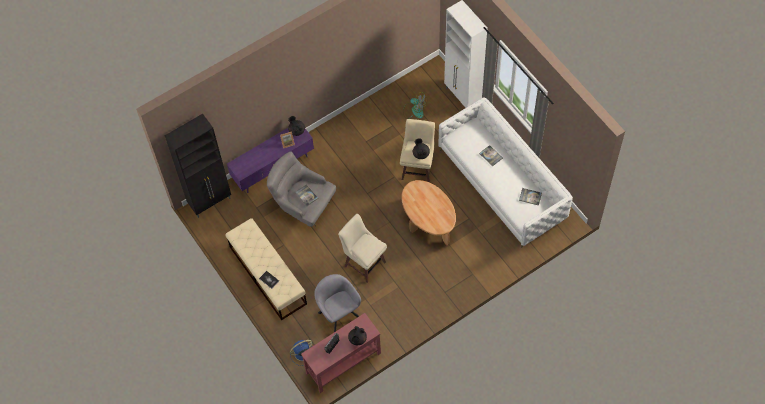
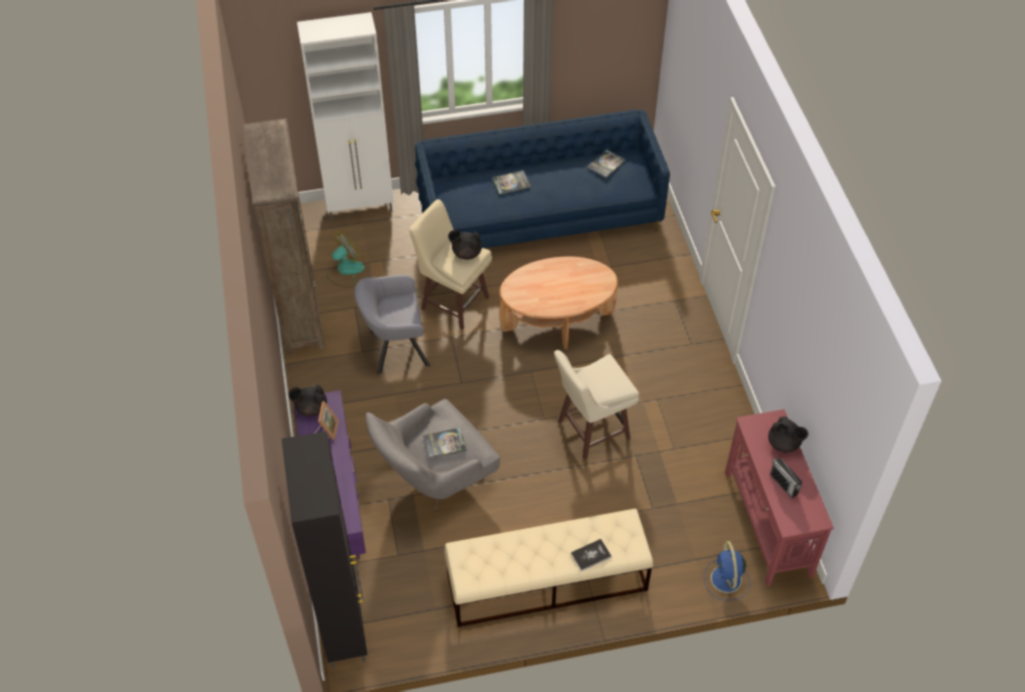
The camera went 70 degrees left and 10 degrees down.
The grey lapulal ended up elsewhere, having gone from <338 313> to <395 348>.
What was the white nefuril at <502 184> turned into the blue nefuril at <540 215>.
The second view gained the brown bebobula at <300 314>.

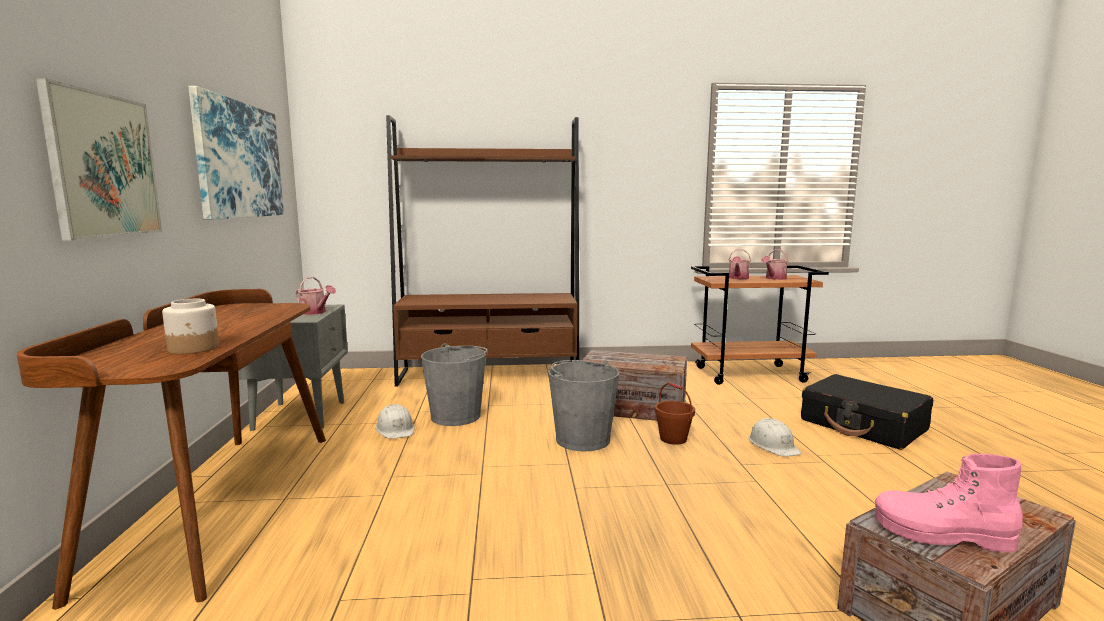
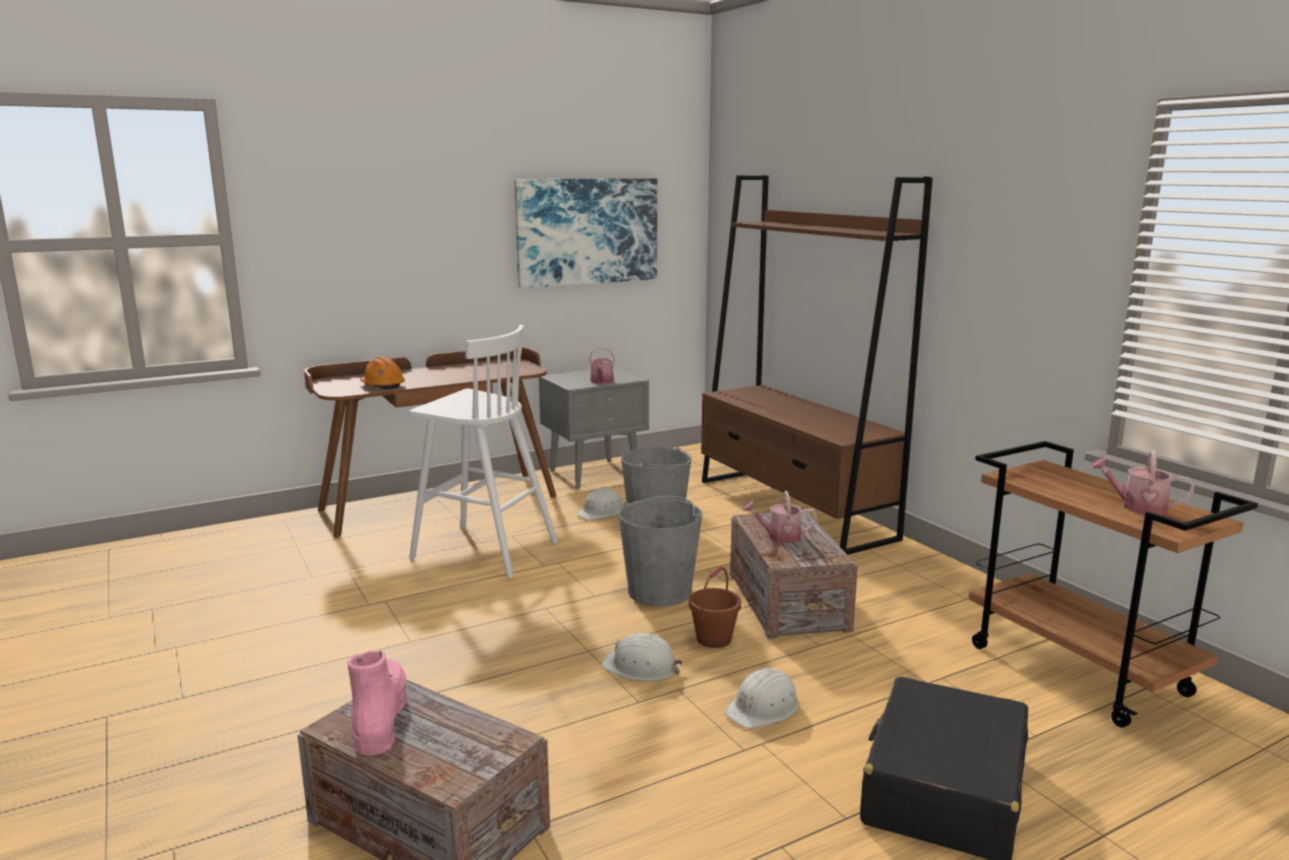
The camera went 65 degrees right and 5 degrees up.
The second view lost the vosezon at <103 165>.
Where the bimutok stood at <194 348>, the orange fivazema came to stand at <383 385>.
The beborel ended up elsewhere, having gone from <738 278> to <779 537>.
The second view gained the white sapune at <482 550>.
The second view gained the white fivazema at <641 667>.

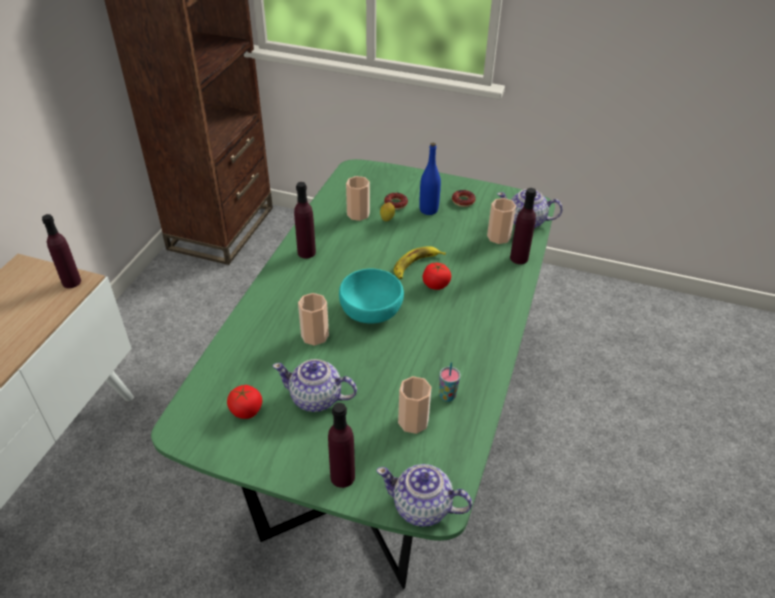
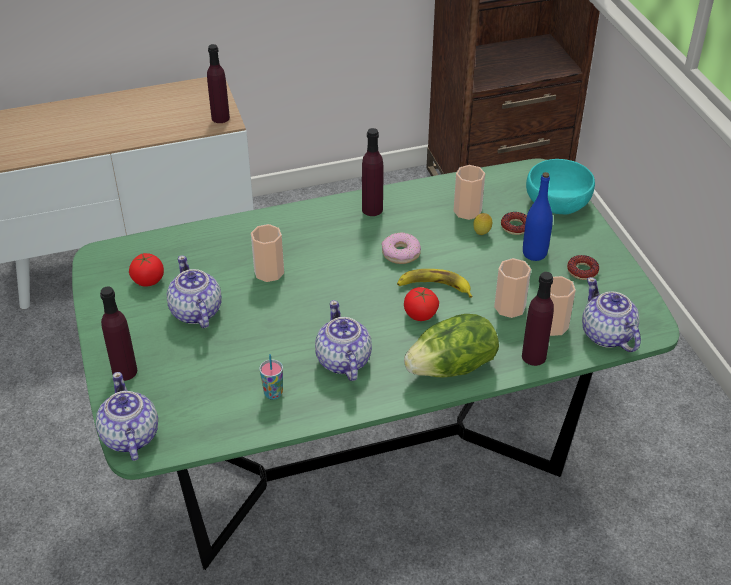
The camera went 55 degrees right and 0 degrees up.
The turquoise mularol ended up elsewhere, having gone from <370 309> to <557 202>.
The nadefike ended up elsewhere, having gone from <413 421> to <509 307>.
The second view gained the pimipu at <343 361>.
The second view gained the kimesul at <401 253>.
The second view gained the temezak at <453 367>.

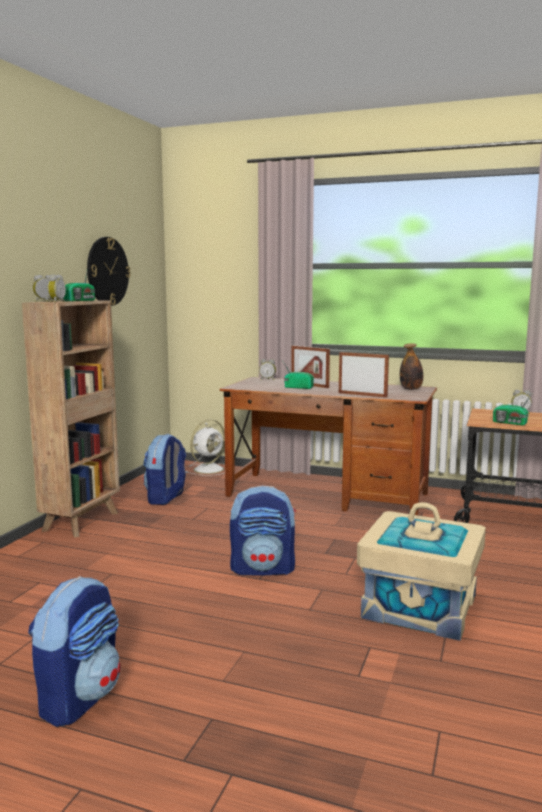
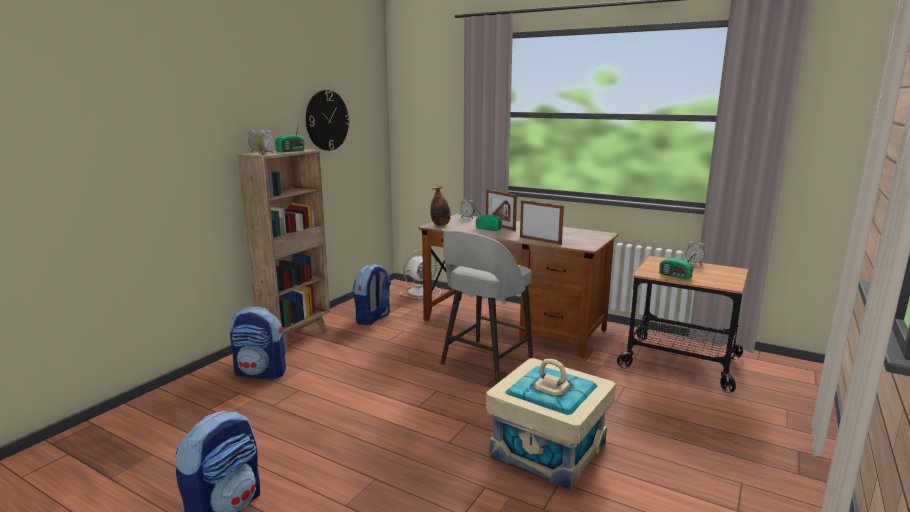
The camera went 10 degrees right and 5 degrees up.
The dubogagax ended up elsewhere, having gone from <263 569> to <261 372>.
The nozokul ended up elsewhere, having gone from <411 389> to <440 225>.
The second view gained the grey sapune at <485 361>.

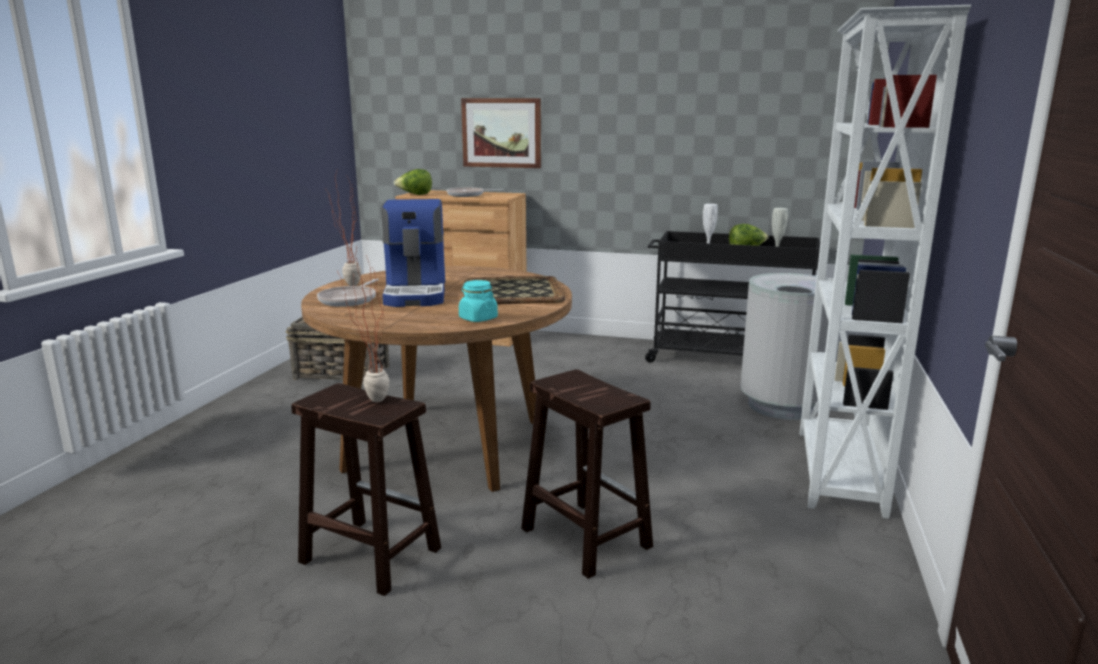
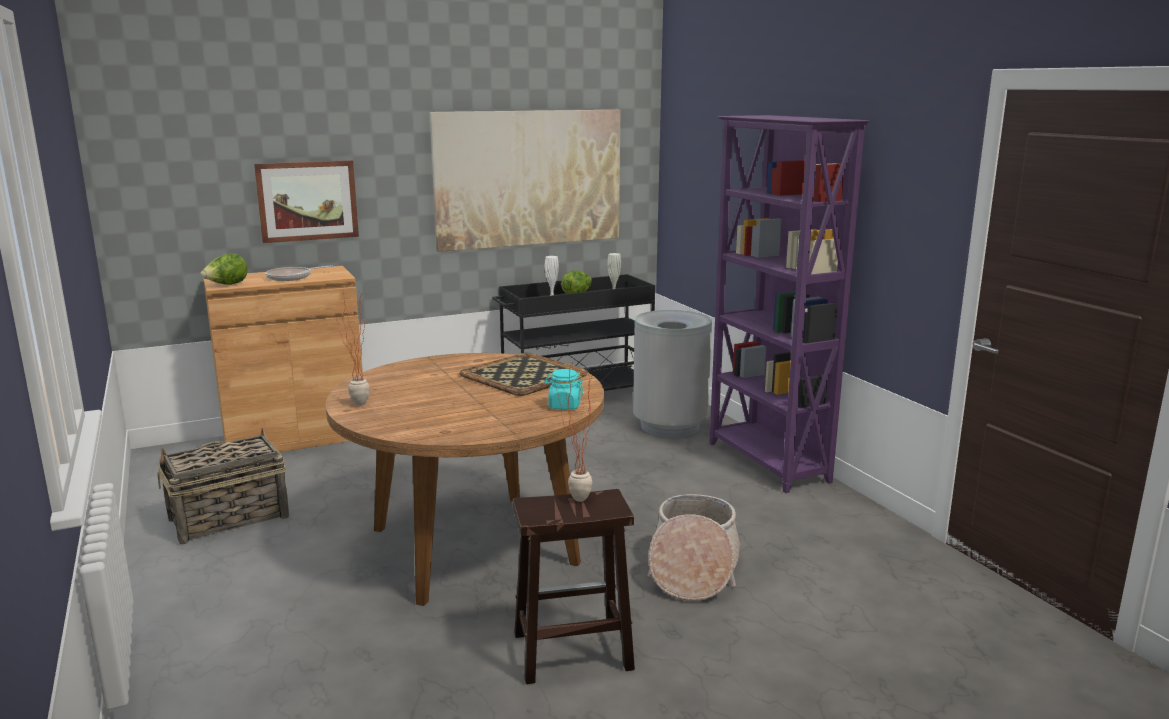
The camera went 40 degrees left and 0 degrees up.
The second view lost the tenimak at <350 300>.
The second view lost the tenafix at <417 293>.
Where the brown sapune stood at <584 537>, the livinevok came to stand at <693 568>.
What was the white bebobula at <837 471> turned into the purple bebobula at <767 463>.
The second view gained the vosezon at <529 178>.

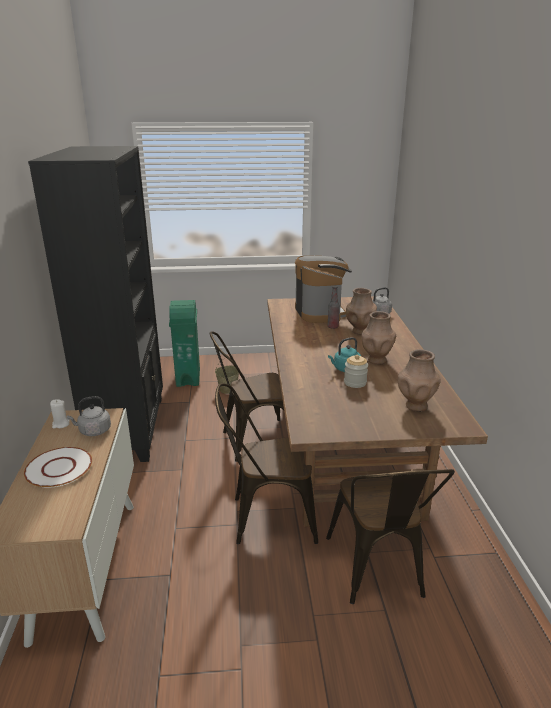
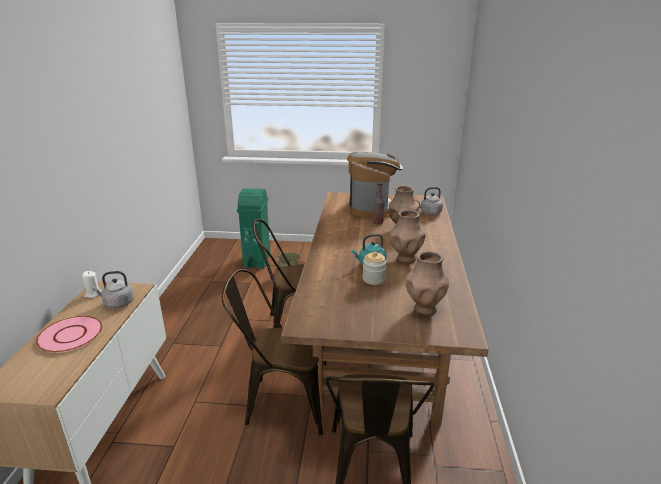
The camera went 10 degrees right and 0 degrees up.
What was the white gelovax at <59 468> turned into the pink gelovax at <70 335>.
The second view lost the black bebobula at <129 428>.

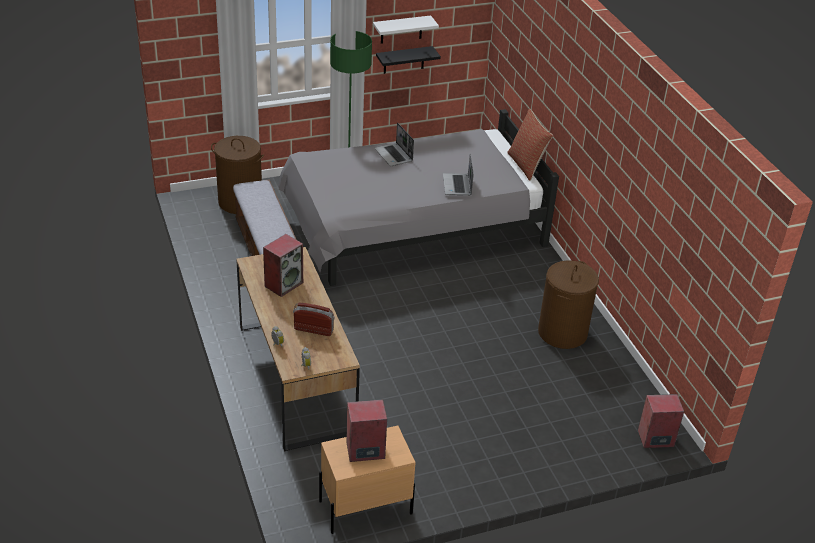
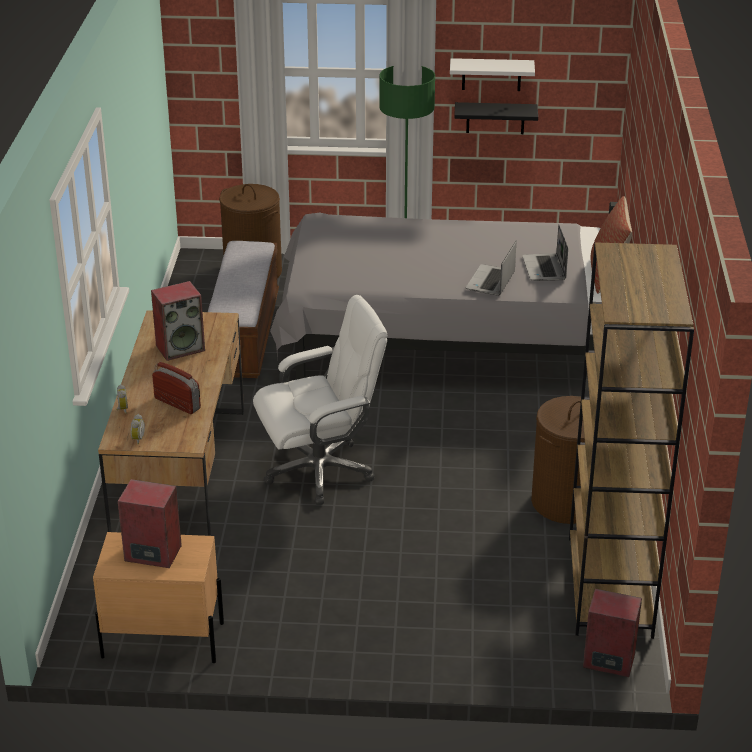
The camera went 25 degrees right and 5 degrees down.
The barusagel ended up elsewhere, having gone from <394 155> to <545 269>.
The second view gained the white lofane at <320 470>.
The second view gained the brown bebobula at <610 587>.

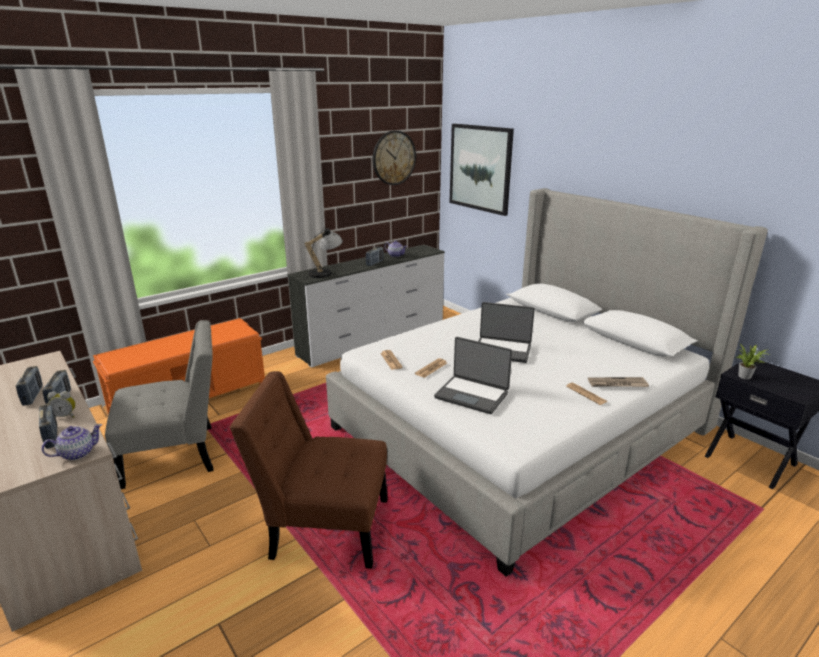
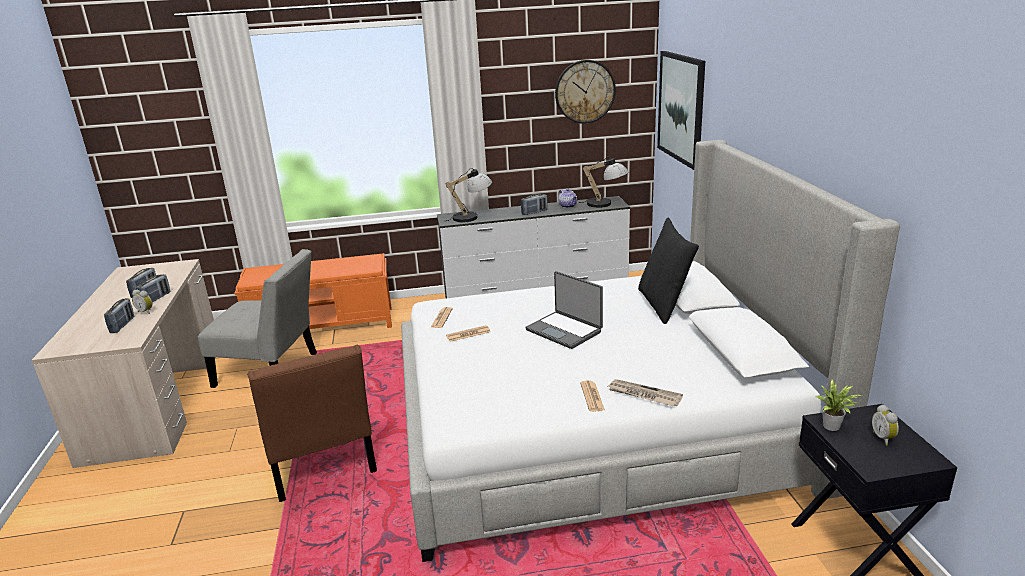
The camera went 30 degrees right and 0 degrees up.
The second view lost the pimipu at <77 453>.
The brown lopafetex at <323 526> ended up facing another way, 150 degrees counterclockwise from before.
The second view lost the barusagel at <472 395>.
The second view gained the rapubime at <605 204>.
The second view gained the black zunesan at <663 305>.
The second view gained the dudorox at <883 438>.

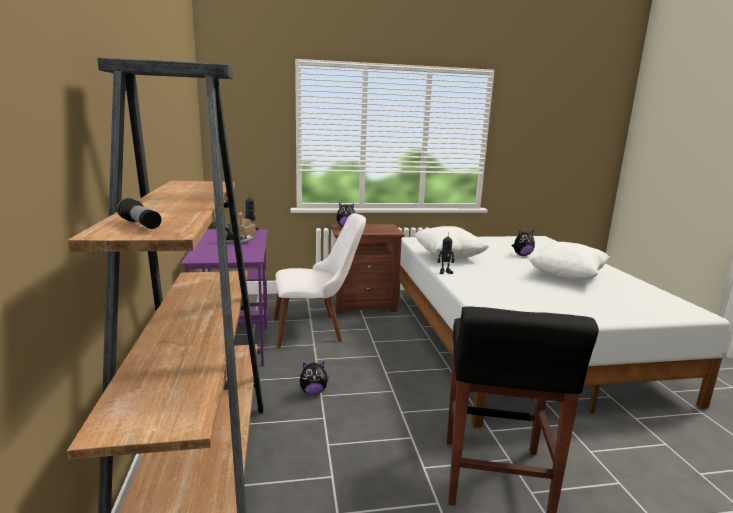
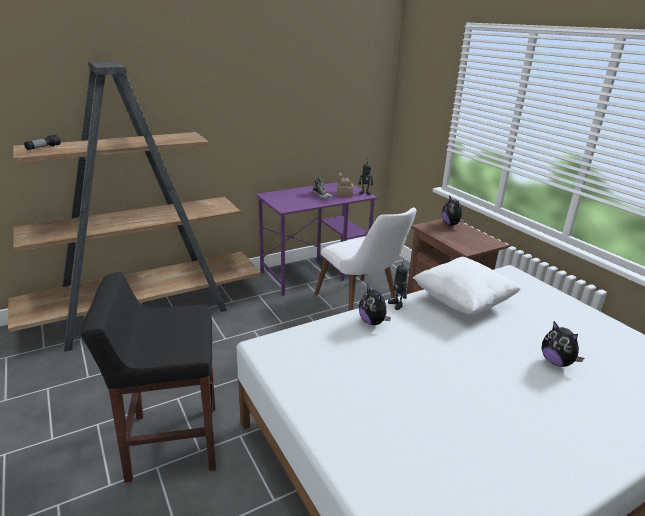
The camera went 70 degrees right and 10 degrees up.
The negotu ended up elsewhere, having gone from <313 392> to <373 322>.
The second view lost the white zunesan at <566 276>.

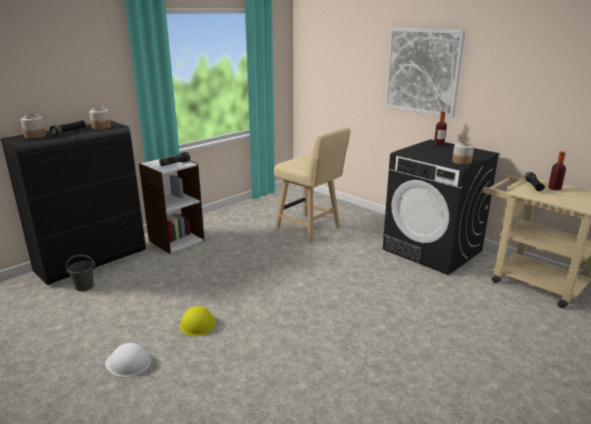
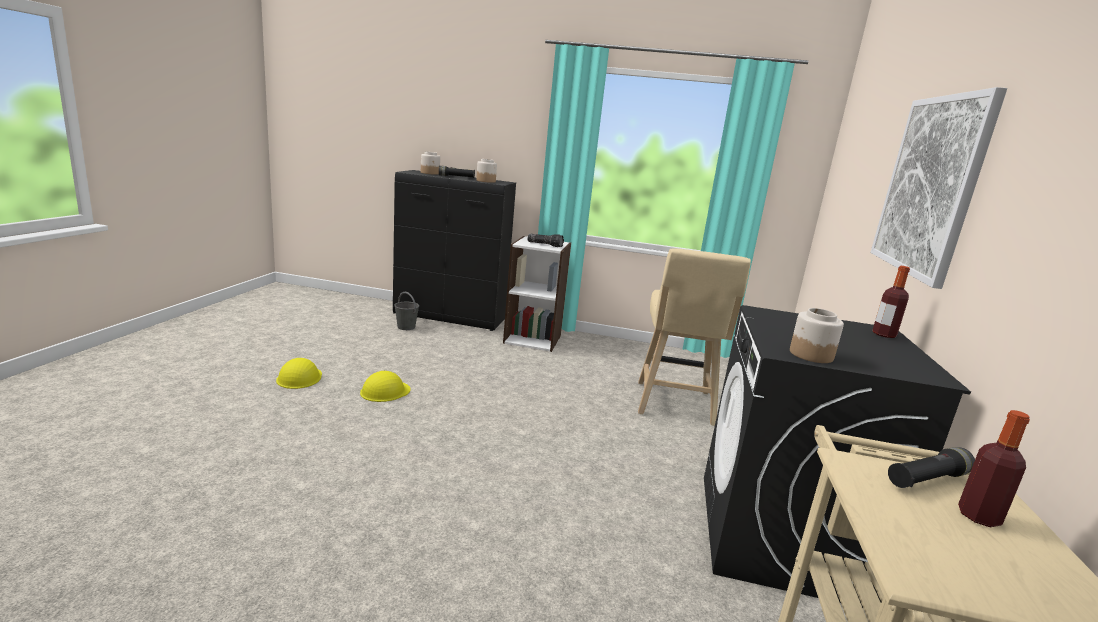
The camera went 55 degrees right and 5 degrees down.
What was the white fivazema at <128 362> turned into the yellow fivazema at <299 378>.

